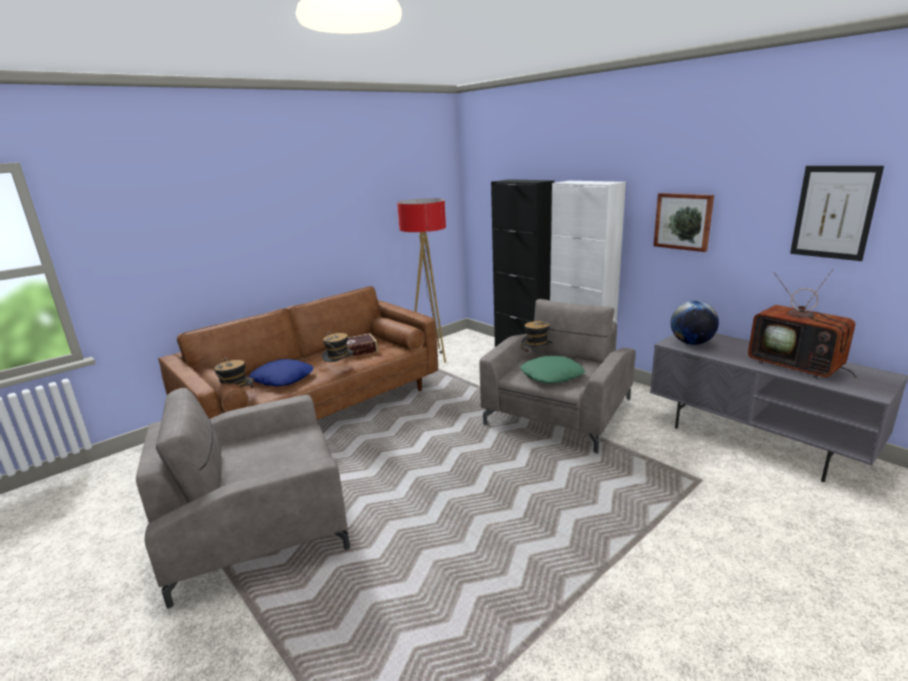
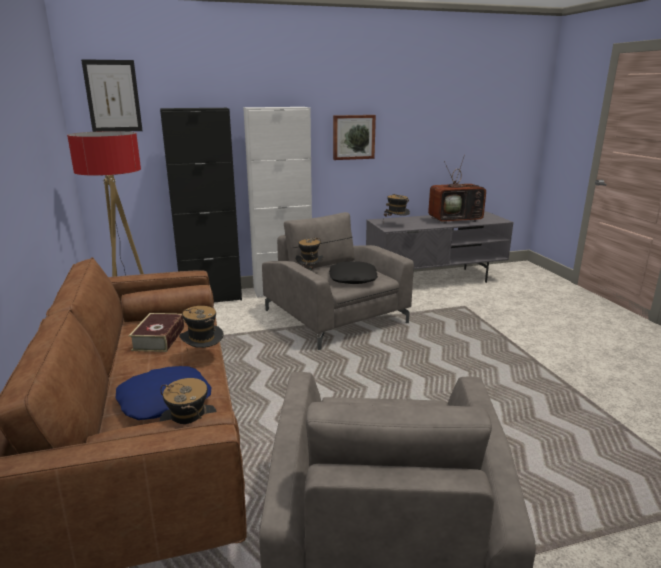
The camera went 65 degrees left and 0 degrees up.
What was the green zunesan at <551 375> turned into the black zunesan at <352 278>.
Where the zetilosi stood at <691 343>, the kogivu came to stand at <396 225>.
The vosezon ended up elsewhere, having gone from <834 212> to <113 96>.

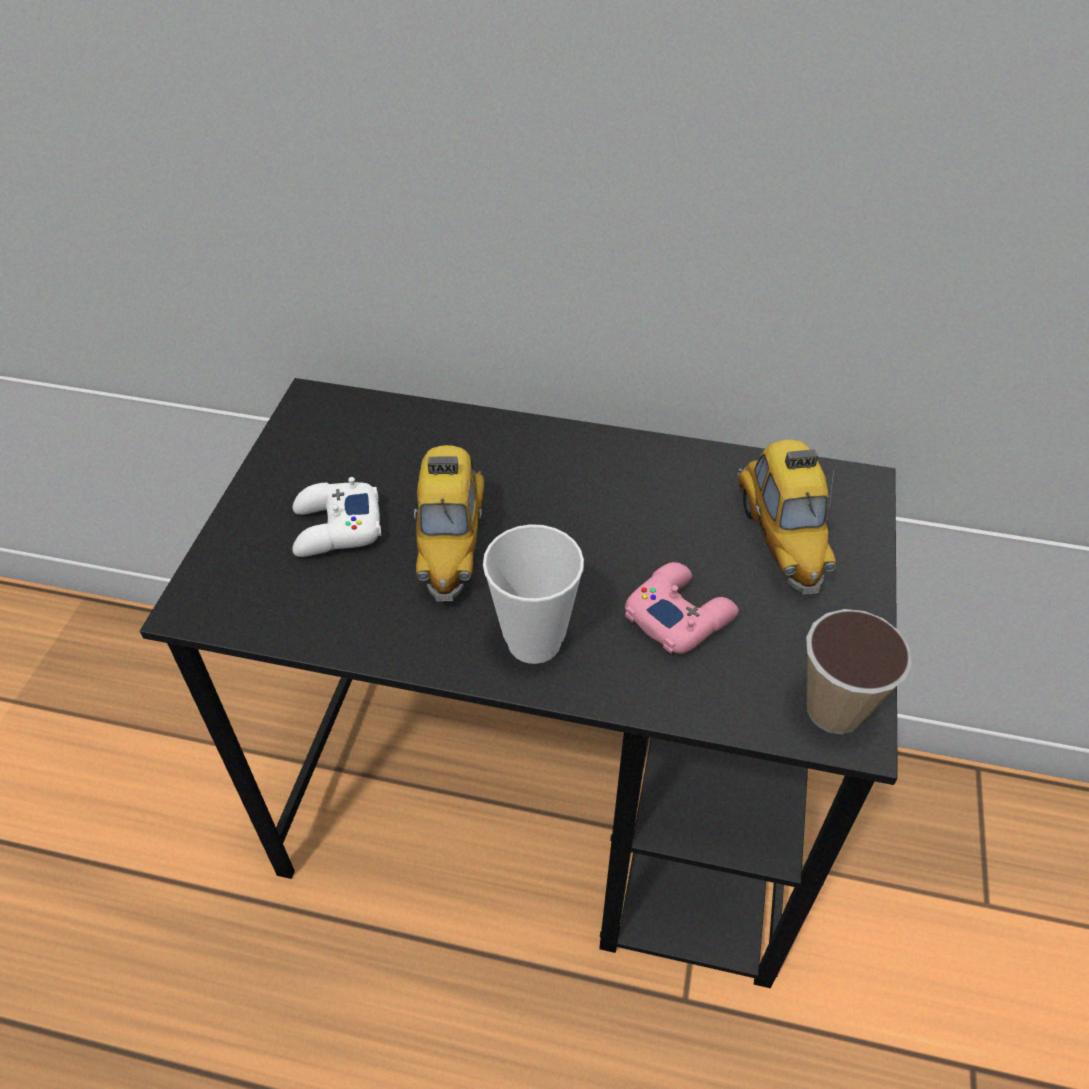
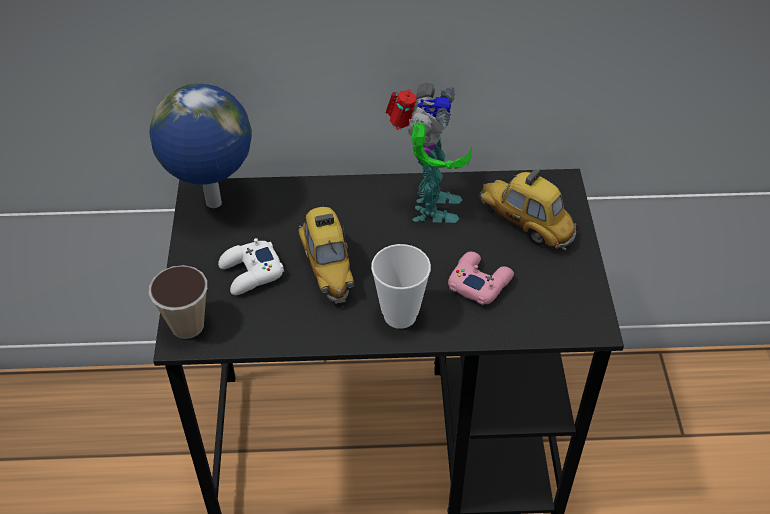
The camera went 15 degrees left and 0 degrees up.
The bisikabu at <781 537> ended up facing another way, 150 degrees clockwise from before.
The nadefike ended up elsewhere, having gone from <834 710> to <187 325>.
The second view gained the zetilosi at <213 204>.
The second view gained the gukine at <429 207>.

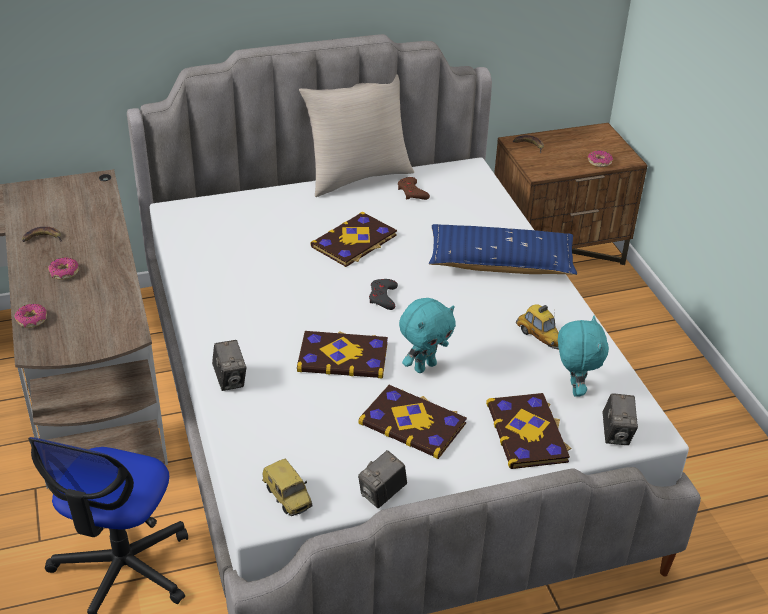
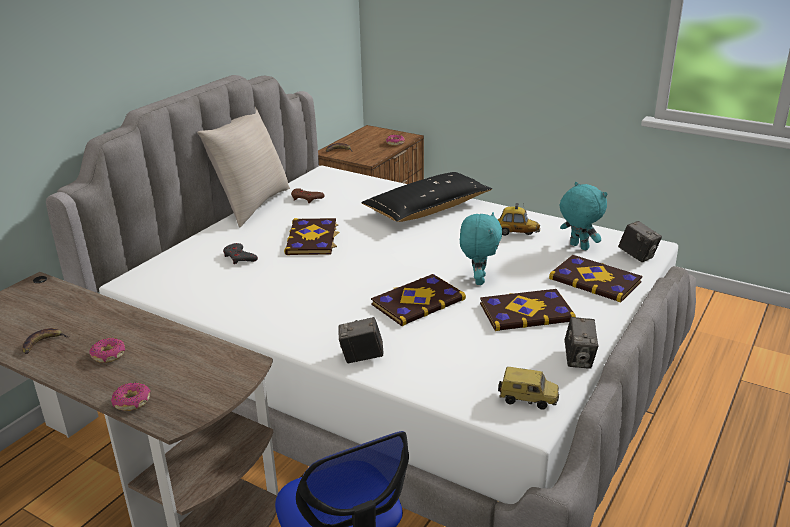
The camera went 40 degrees left and 10 degrees down.
The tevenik at <230 380> ended up facing another way, 150 degrees clockwise from before.
The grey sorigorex ended up elsewhere, having gone from <383 297> to <239 257>.
What was the blue zunesan at <500 263> turned into the black zunesan at <427 209>.

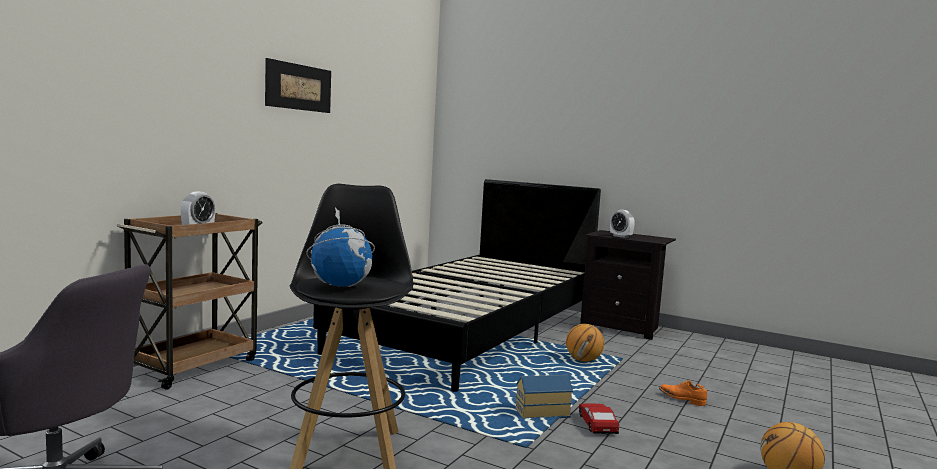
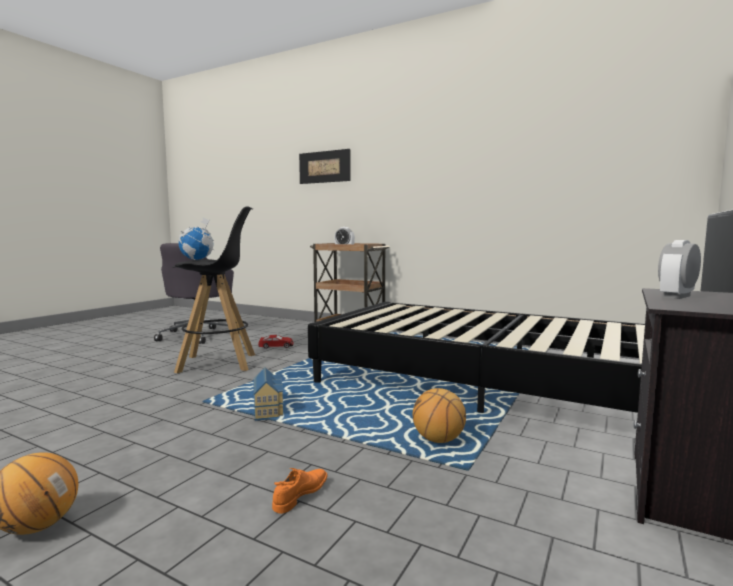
The camera went 90 degrees right and 0 degrees up.
The vosezon ended up elsewhere, having gone from <299 87> to <324 167>.
The bisikabu ended up elsewhere, having gone from <597 424> to <276 346>.

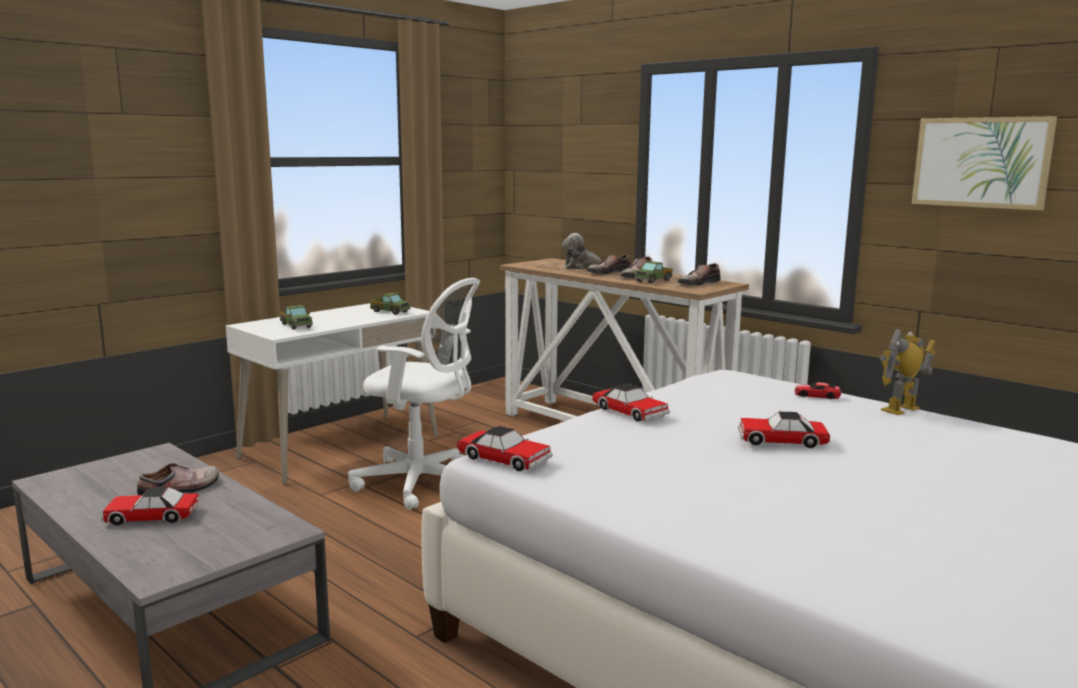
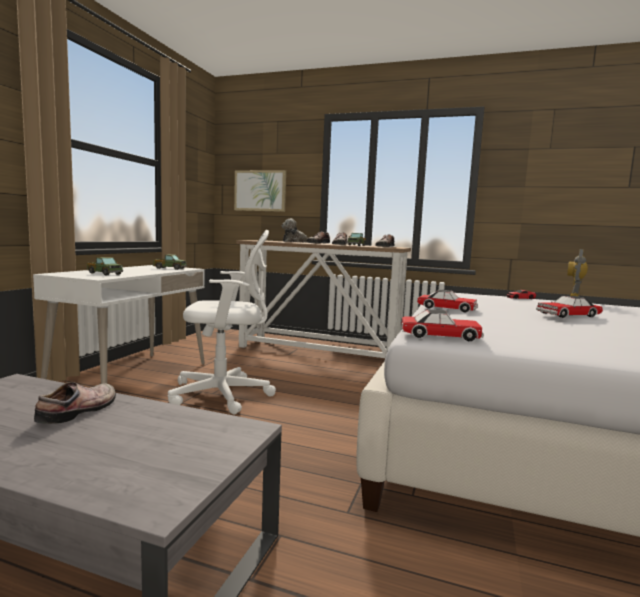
The camera went 25 degrees left and 5 degrees down.
The second view lost the bisikabu at <152 516>.
The vosezon ended up elsewhere, having gone from <981 162> to <260 191>.

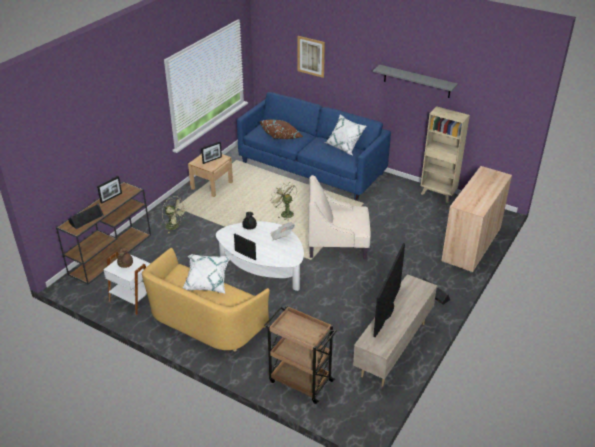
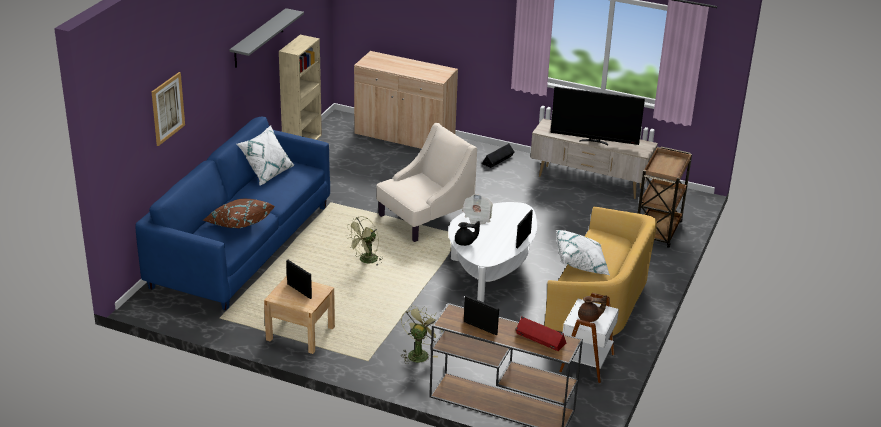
The camera went 100 degrees left and 5 degrees down.
What was the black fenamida at <86 219> turned into the red fenamida at <540 339>.
The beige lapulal at <338 243> ended up facing another way, 120 degrees counterclockwise from before.

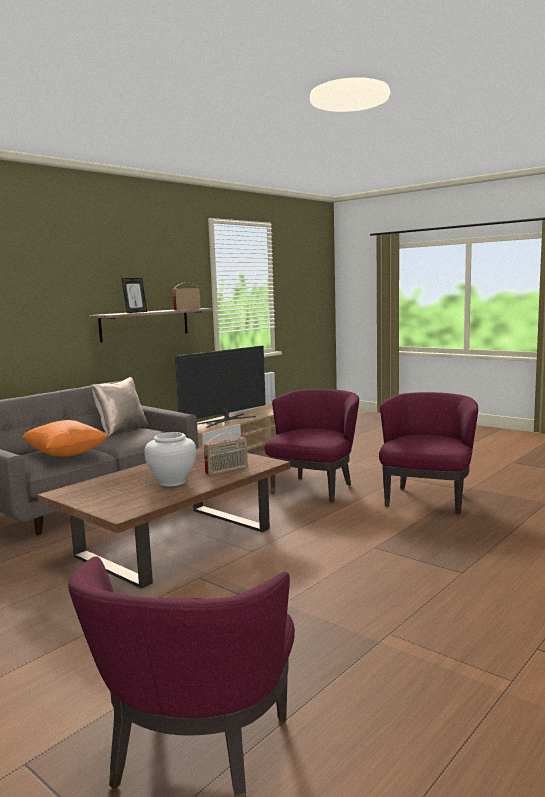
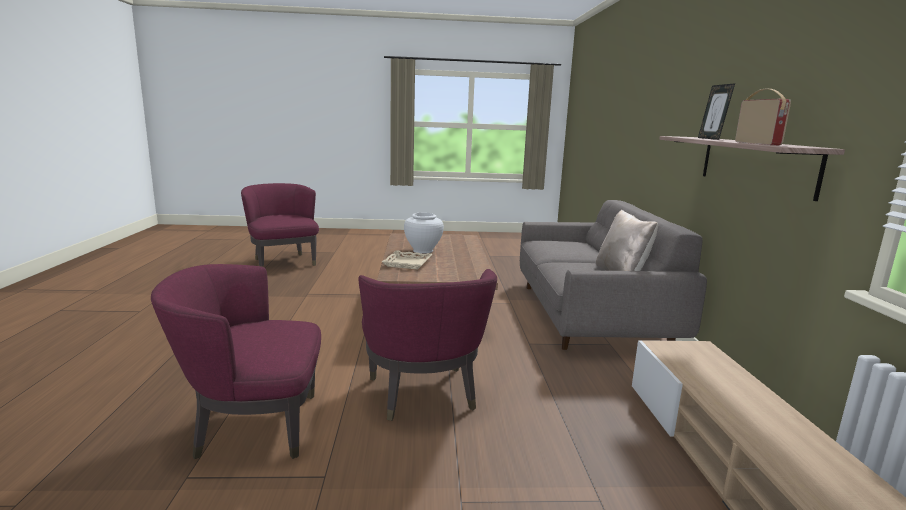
The camera went 135 degrees right and 5 degrees up.
The second view lost the orange zunesan at <66 454>.
The second view lost the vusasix at <225 420>.
Where the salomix stood at <227 471>, the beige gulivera came to stand at <408 263>.
The purple lapulal at <427 499> ended up facing another way, 105 degrees clockwise from before.

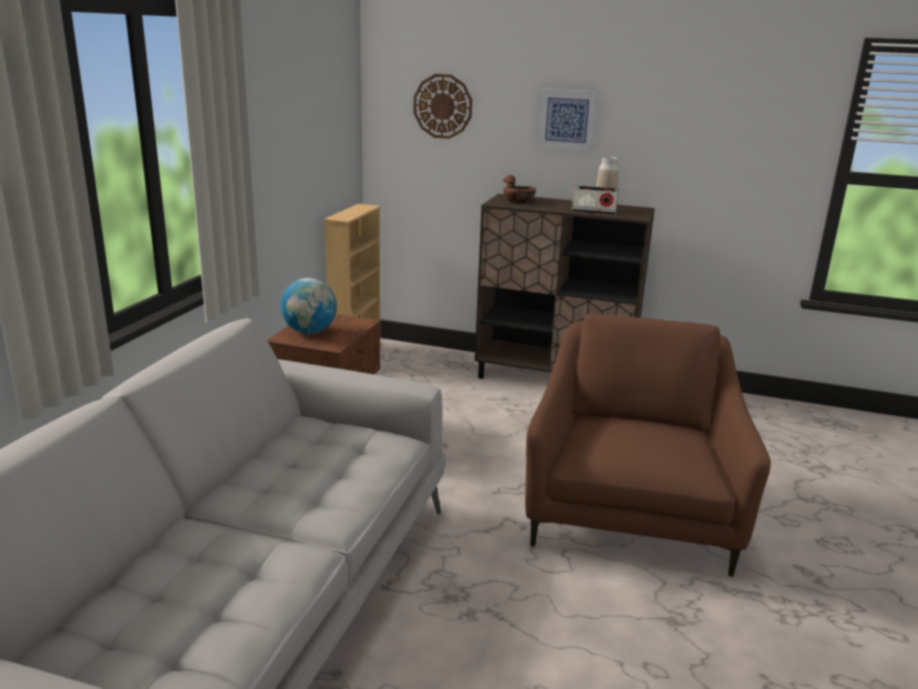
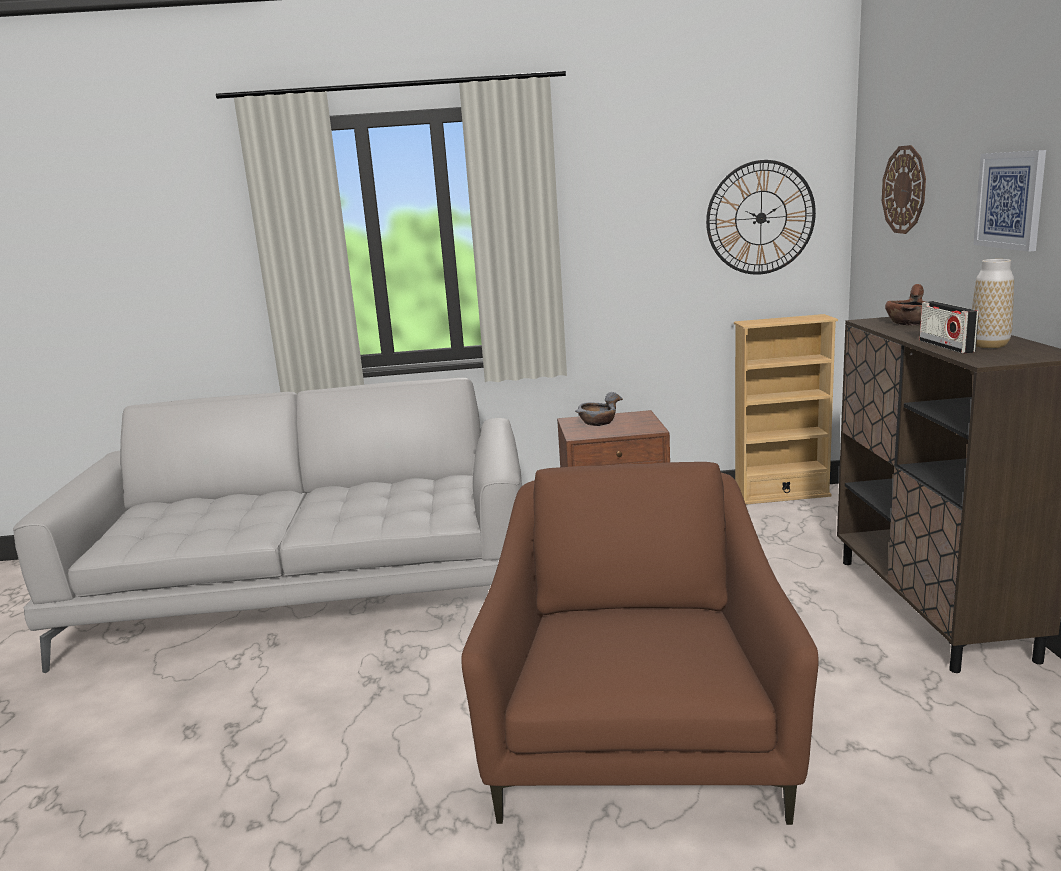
The camera went 70 degrees right and 5 degrees down.
Where the zetilosi stood at <310 332>, the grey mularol came to stand at <597 422>.
The brown lapulal at <629 509> ended up facing another way, 75 degrees counterclockwise from before.
The second view gained the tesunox at <760 218>.

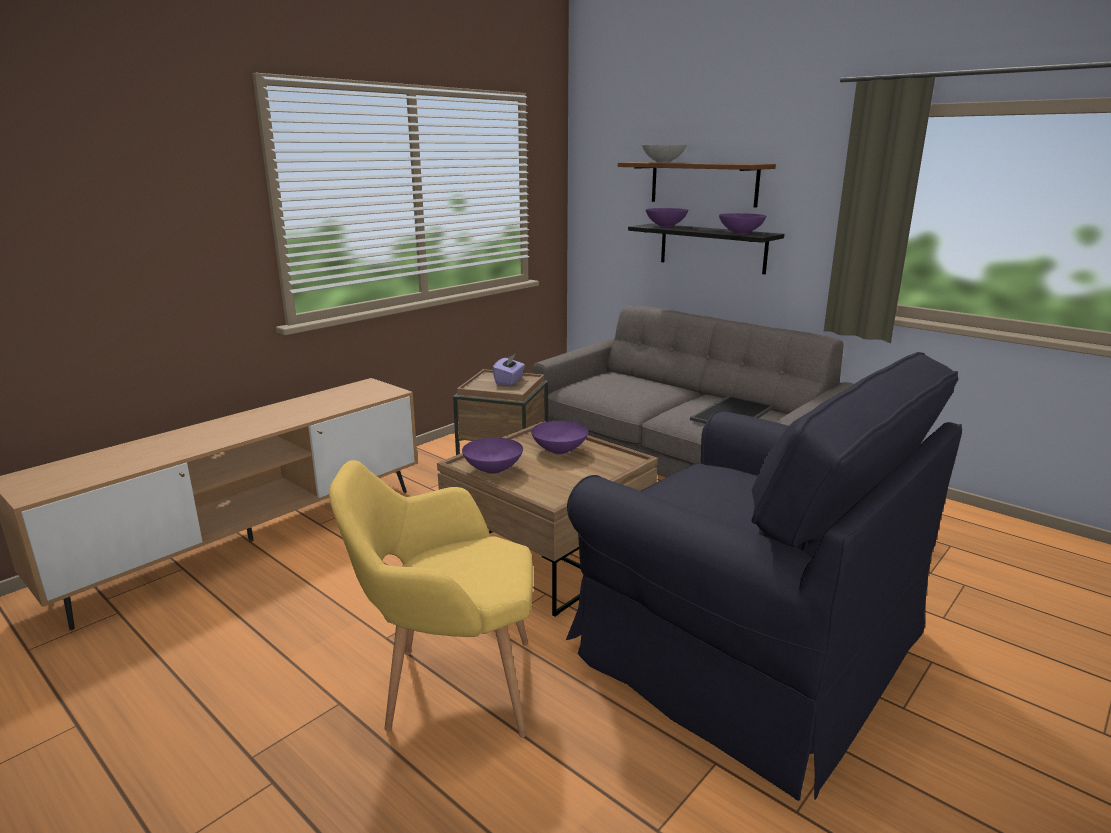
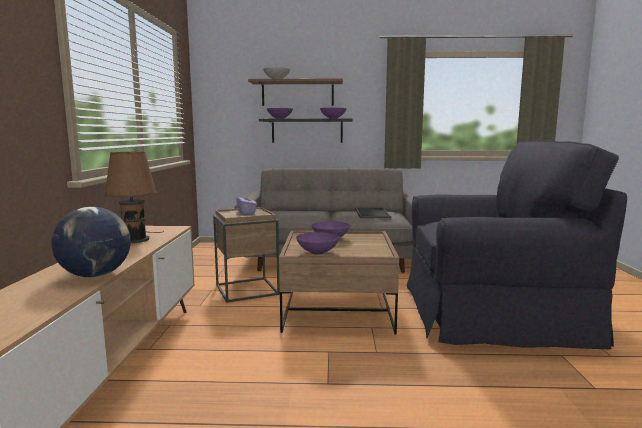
The camera went 40 degrees left and 10 degrees down.
The second view lost the yellow lapulal at <449 687>.
The second view gained the zetilosi at <96 275>.
The second view gained the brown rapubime at <135 239>.

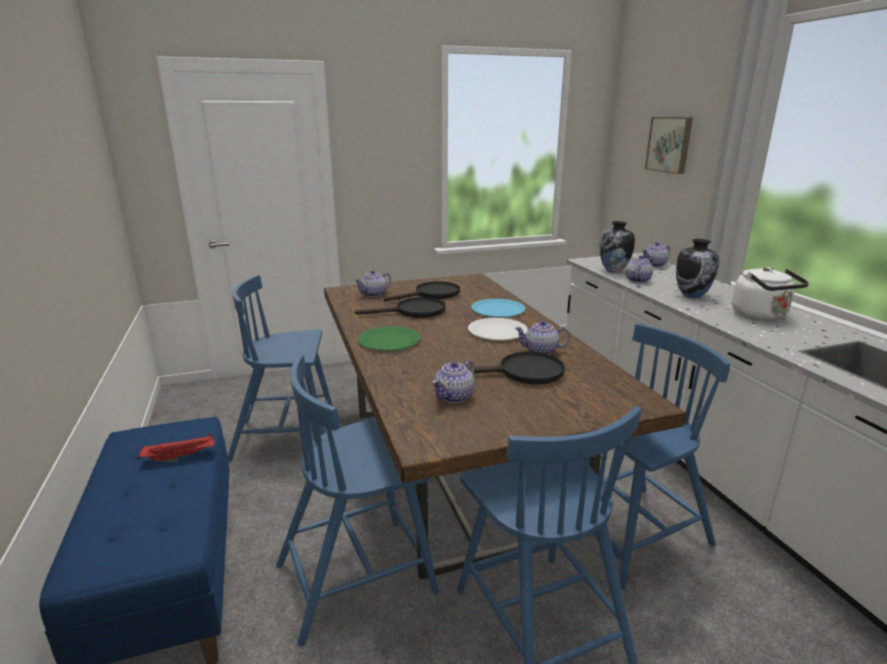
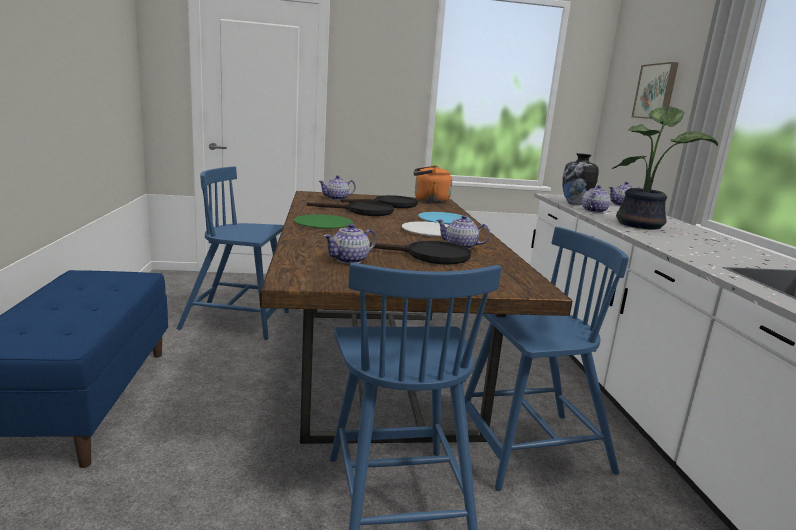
The camera went 10 degrees right and 5 degrees down.
The second view lost the red gulivera at <181 456>.
The second view lost the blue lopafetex at <358 576>.
Where the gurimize stood at <692 295>, the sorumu came to stand at <642 225>.
The second view lost the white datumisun at <761 316>.
The second view gained the orange datumisun at <429 201>.

